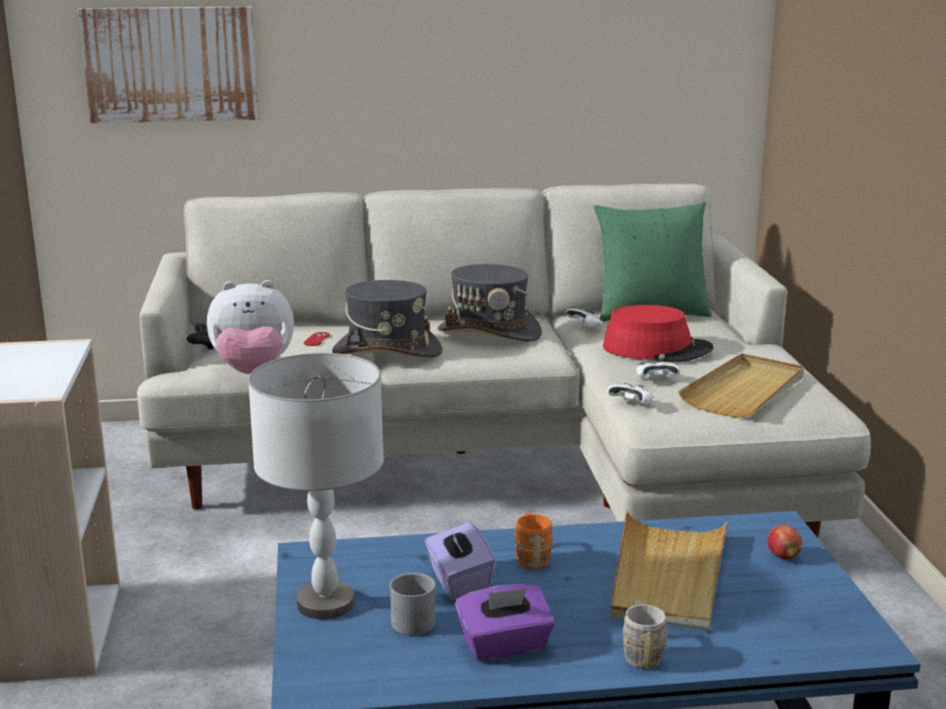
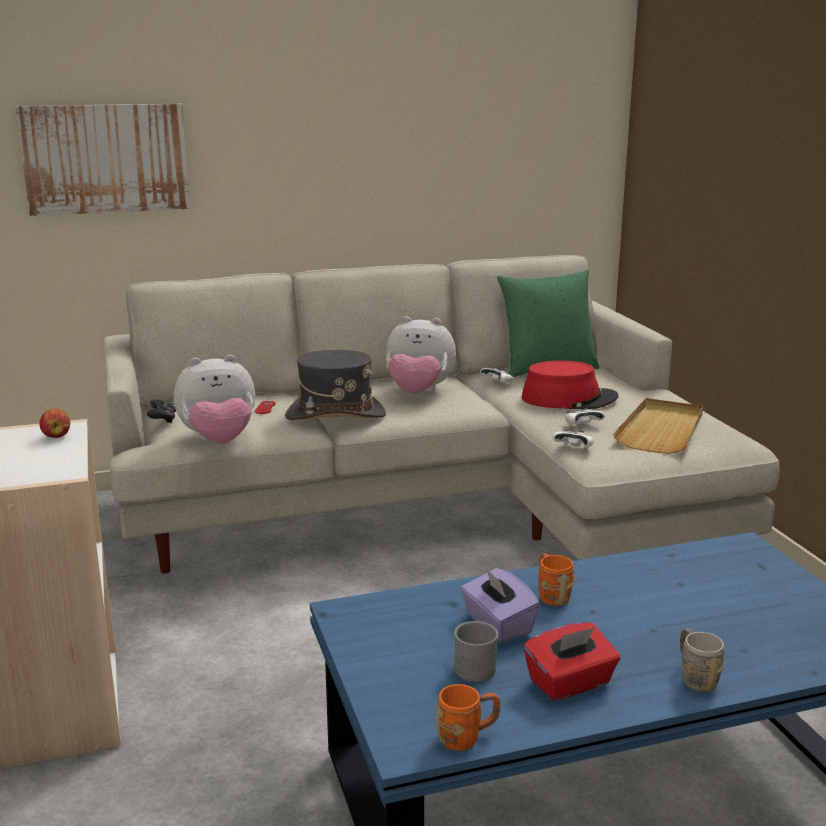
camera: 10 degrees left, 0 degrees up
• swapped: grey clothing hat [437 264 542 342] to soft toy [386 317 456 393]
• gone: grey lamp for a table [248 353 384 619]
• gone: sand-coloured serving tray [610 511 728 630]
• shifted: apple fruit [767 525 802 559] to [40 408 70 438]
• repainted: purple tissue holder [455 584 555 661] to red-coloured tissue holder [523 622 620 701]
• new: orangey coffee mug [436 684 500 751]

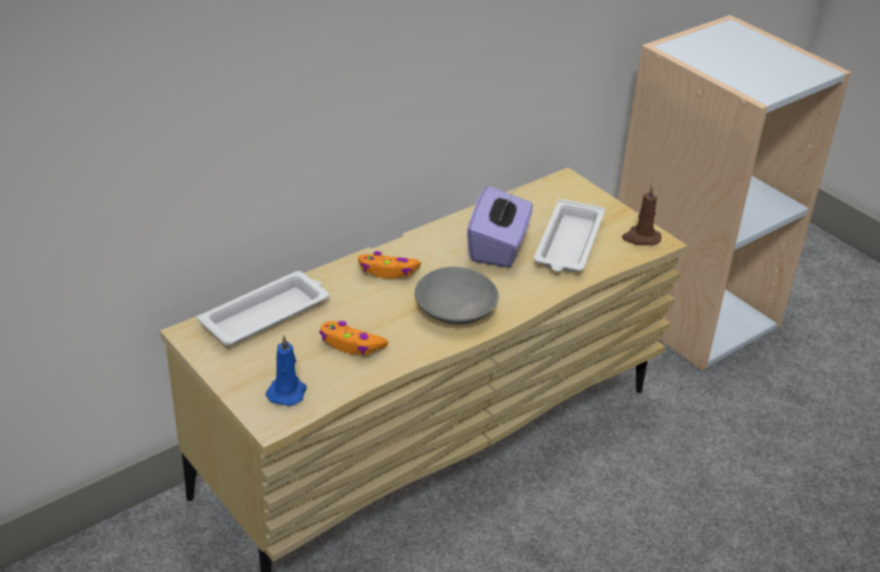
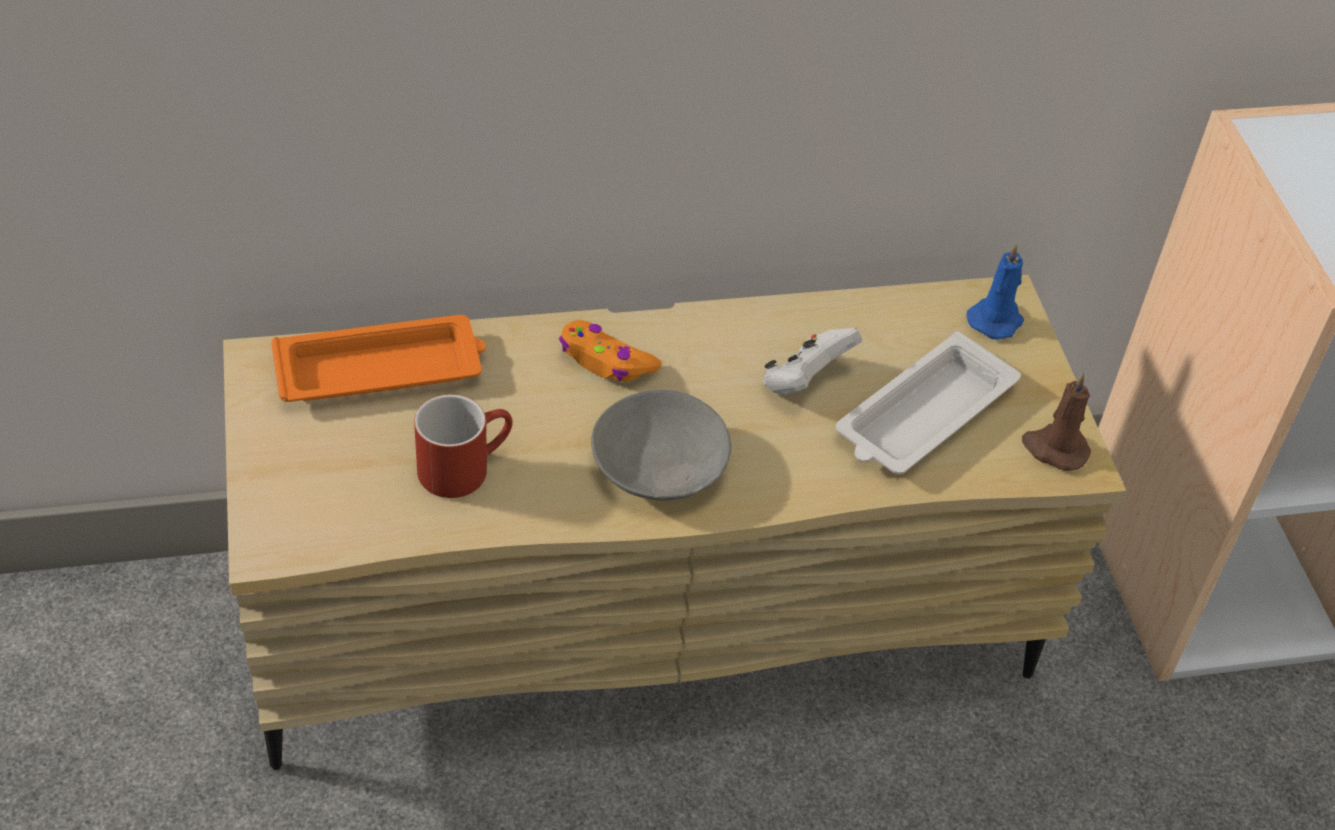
camera: 25 degrees right, 10 degrees up
• swapped: purple tissue holder [467 186 533 268] to white-coloured joypad [763 328 862 395]
• repainted: white-coloured serving tray [197 271 329 345] to orangey serving tray [271 315 486 402]
• swapped: orangey joypad [319 321 388 355] to red-coloured coffee mug [414 394 513 498]
• shifted: blue-coloured wax light [266 335 306 406] to [966 243 1024 340]

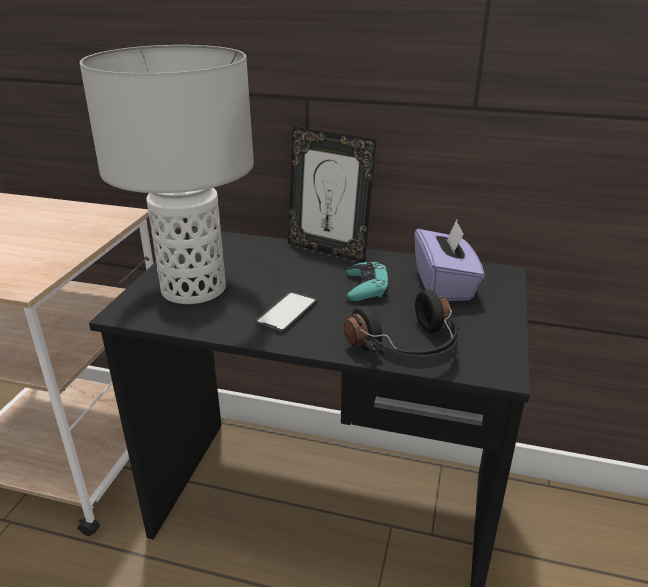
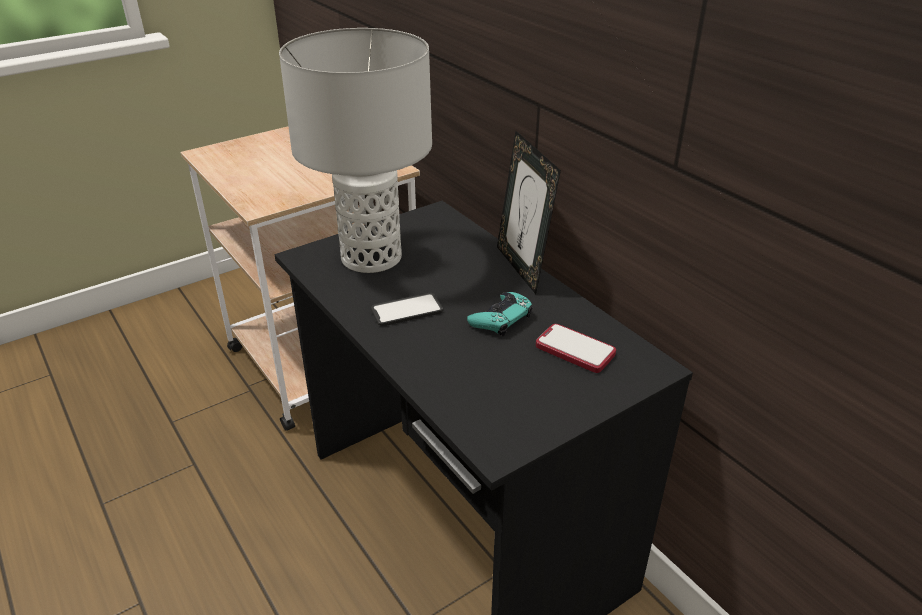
camera: 40 degrees right, 5 degrees up
• swapped: purple tissue holder [415 220 484 301] to phone [536 324 616 373]
• gone: black-coloured headset [344 290 459 369]

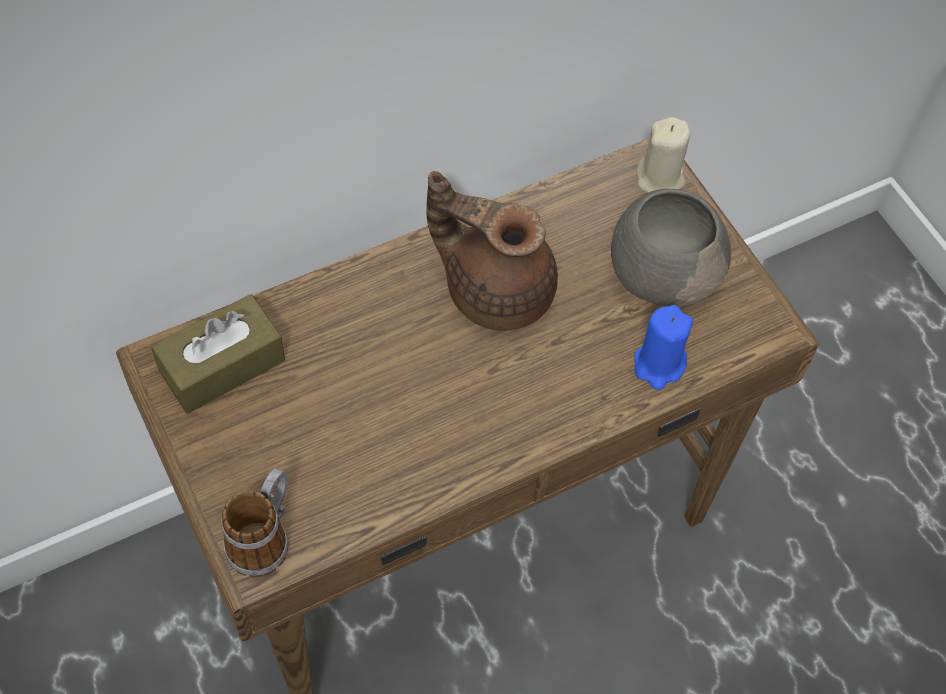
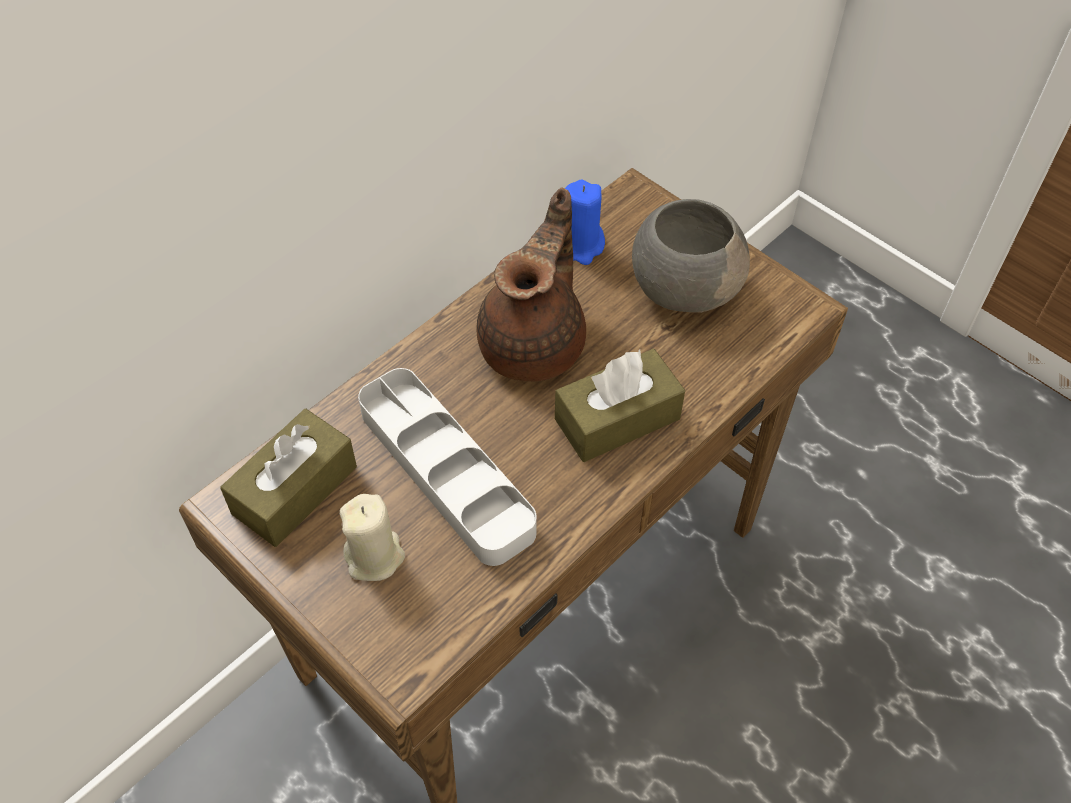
camera: 15 degrees left, 5 degrees down
• shifted: sand-coloured wax light [636 117 690 193] to [340 494 405 581]
• rotated: brownish pot for tea [426 171 558 331] = [477 188 586 382] 105 degrees clockwise
• shifted: blue-coloured wax light [634 305 693 390] to [565 179 605 265]
• gone: coffee mug [221 468 288 578]
• new: brownish tissue holder [555 349 685 462]
• new: grey serving tray [358 368 537 566]

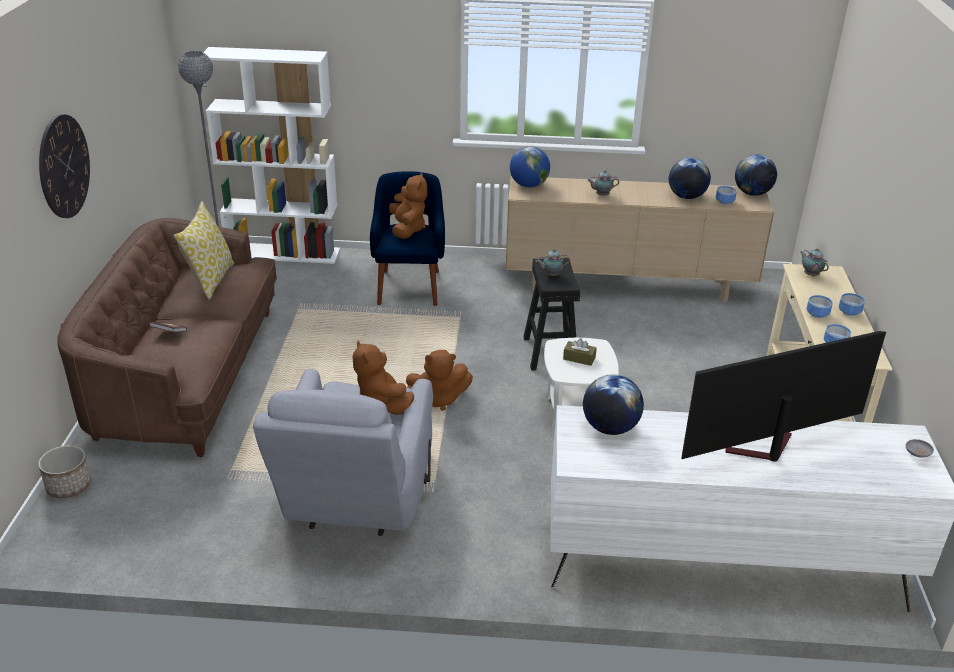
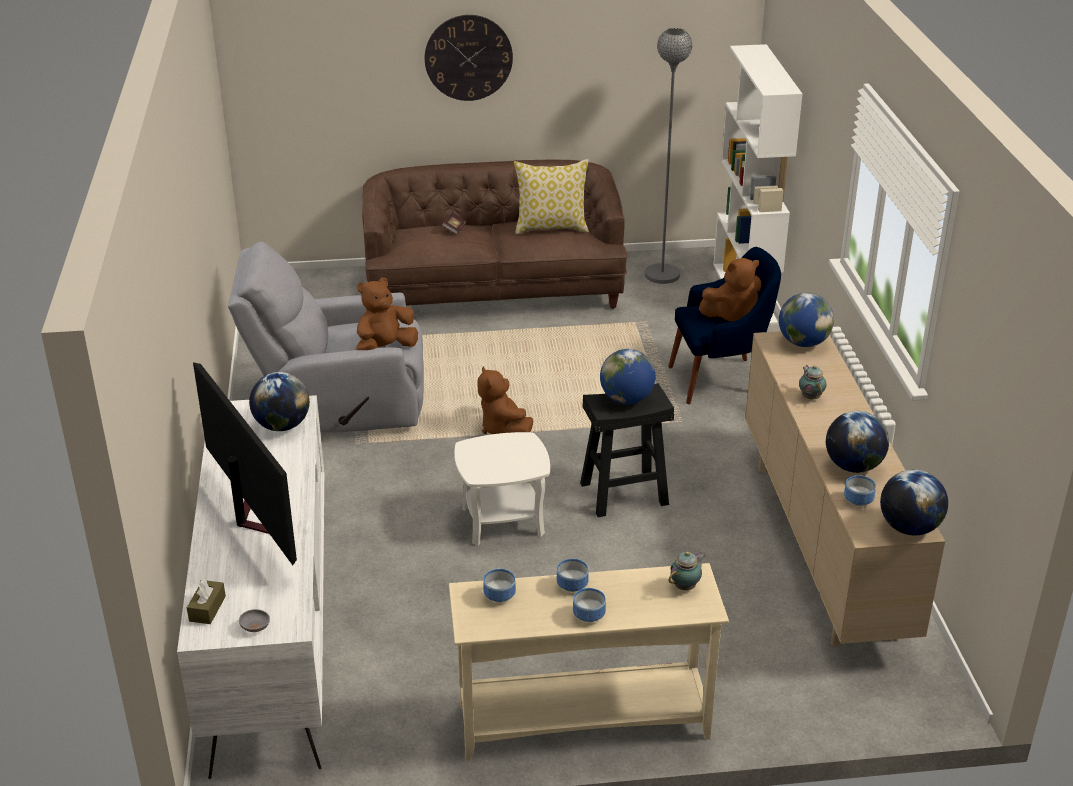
camera: 80 degrees right, 0 degrees up
• swapped: pot for tea [536 249 570 276] to world globe [600 349 655 404]
• shifted: brownish tissue holder [563 338 597 366] to [187 579 226 624]
• gone: plant pot [38 445 91 498]

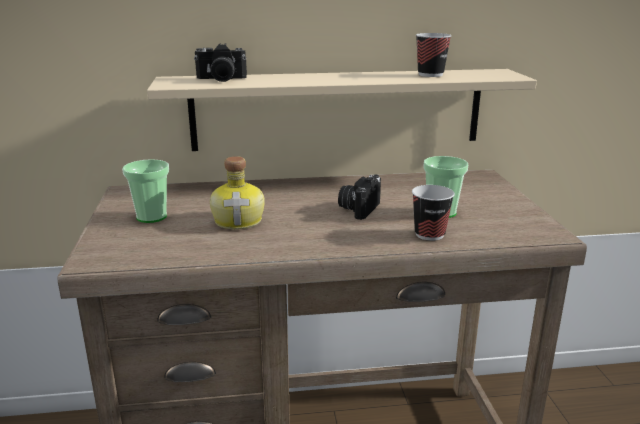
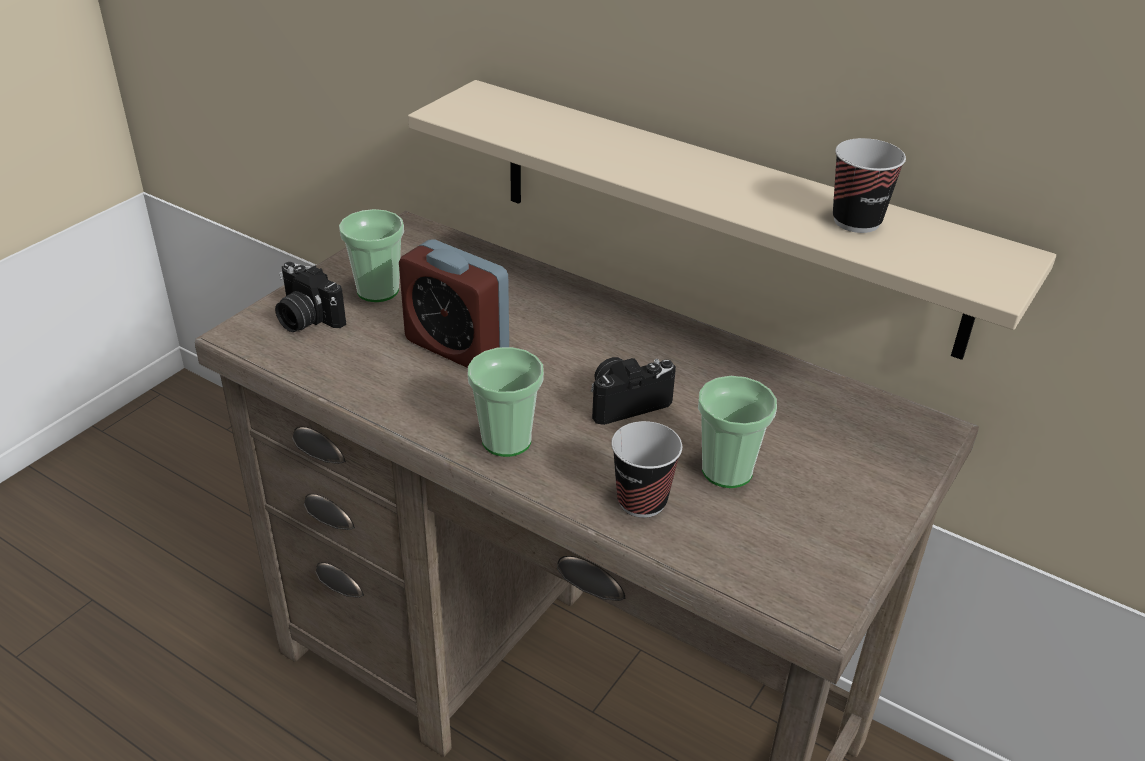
camera: 40 degrees right, 15 degrees up
• shifted: photo camera [194 43 247 82] to [275 262 346 332]
• swapped: beverage bottle [210 156 265 229] to table clock [399 239 509 368]
• new: small cup [468 347 544 457]

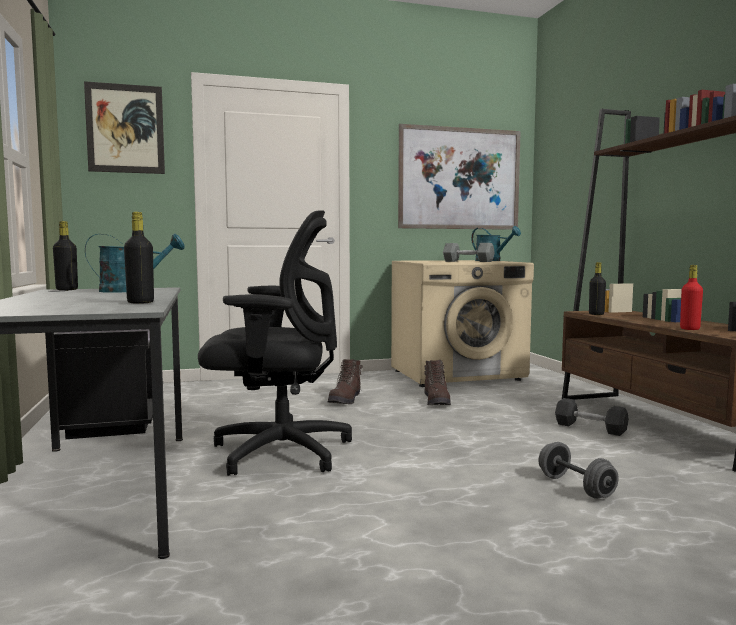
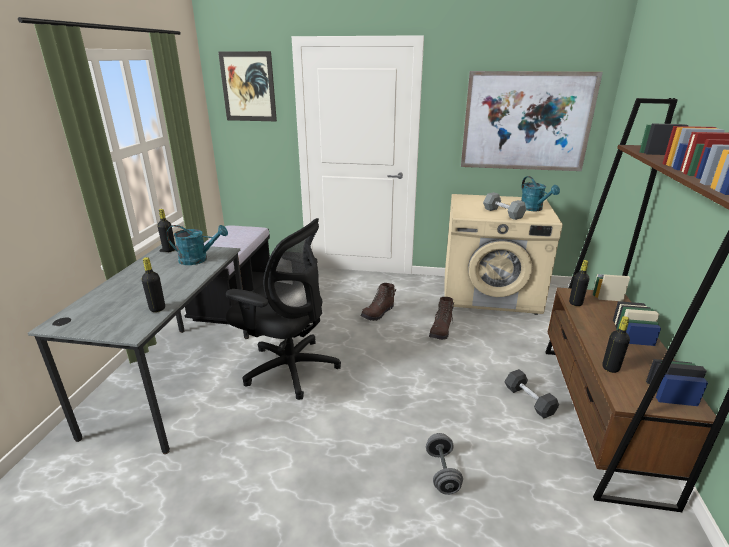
camera: 25 degrees right, 20 degrees up
• repainted: red-coloured beverage bottle [680 265 703 330] to black-coloured beverage bottle [602 316 630 373]

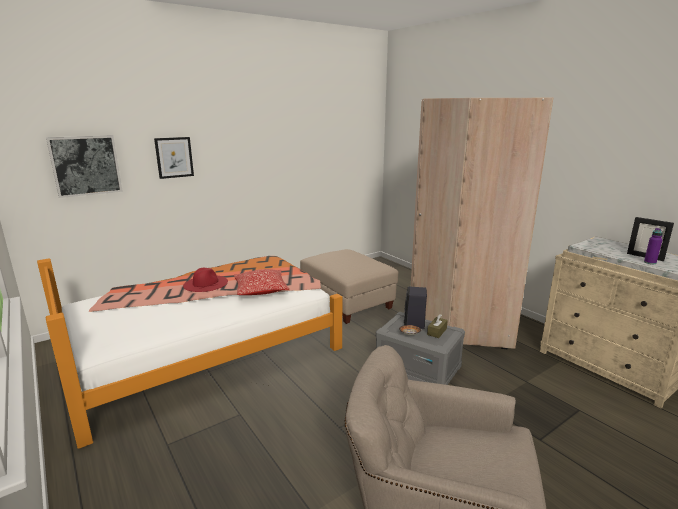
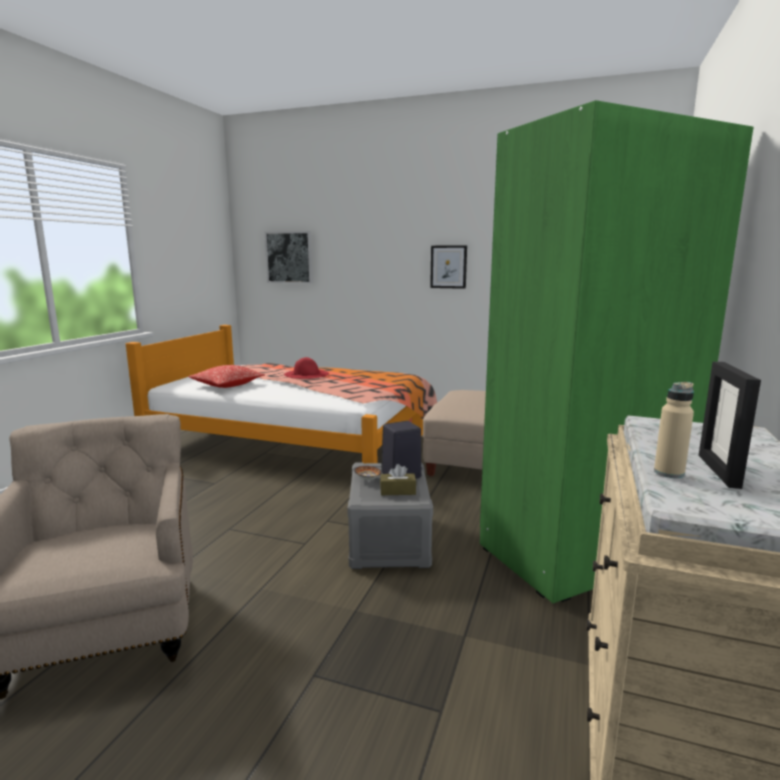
camera: 55 degrees right, 5 degrees down
• repainted: sand-coloured clothes cupboard [411 98 553 349] to green-coloured clothes cupboard [480 100 754 603]
• shifted: wall art [154 137 194 179] to [430 245 467 289]
• repainted: purple beverage bottle [644 228 663 264] to sand-coloured beverage bottle [654 382 694 478]
• shifted: cushion [234 269 289 295] to [188 365 265 388]

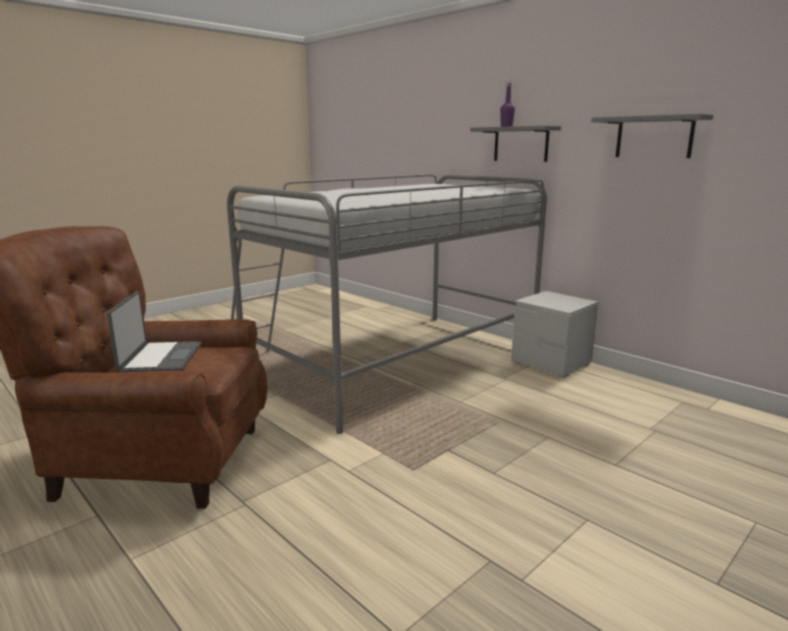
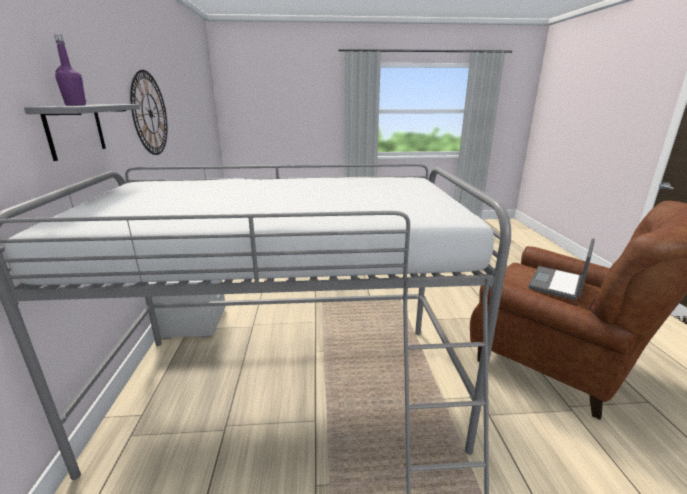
camera: 140 degrees left, 5 degrees up
• swapped: grey shelf [591 113 713 158] to hanging clock [130 70 168 155]

